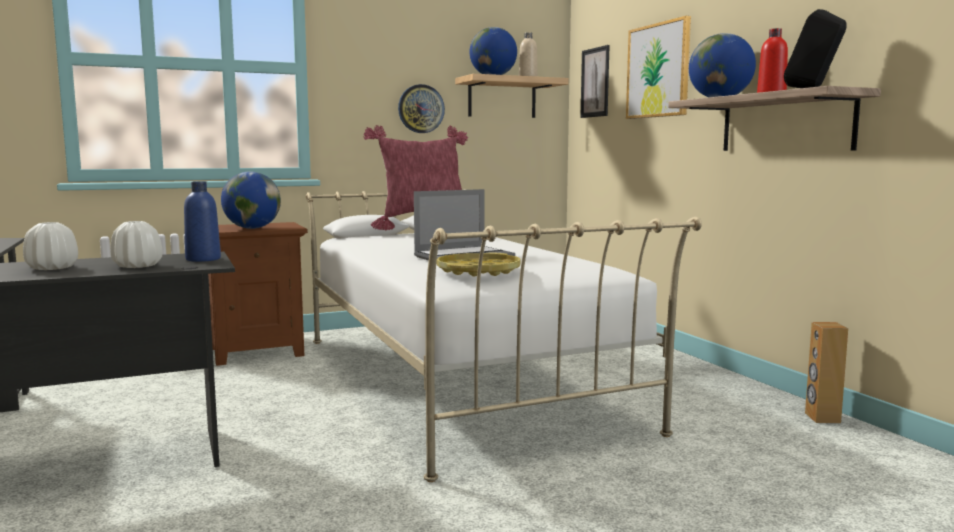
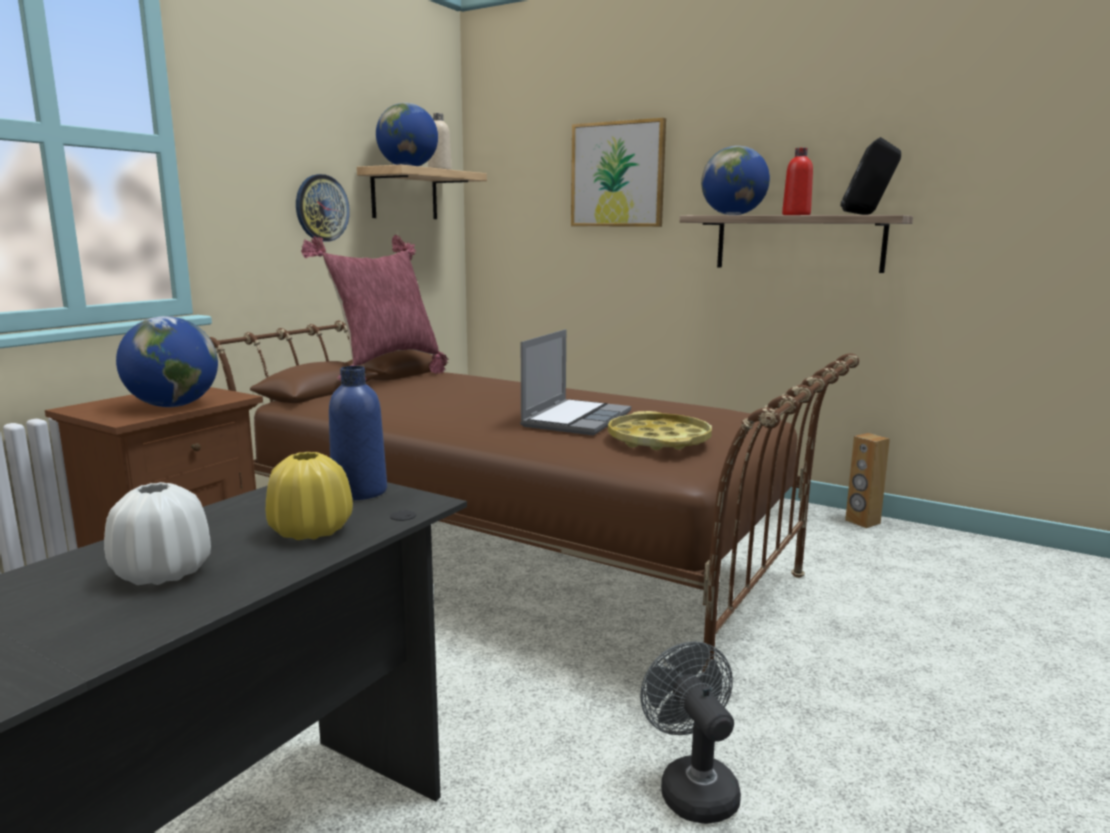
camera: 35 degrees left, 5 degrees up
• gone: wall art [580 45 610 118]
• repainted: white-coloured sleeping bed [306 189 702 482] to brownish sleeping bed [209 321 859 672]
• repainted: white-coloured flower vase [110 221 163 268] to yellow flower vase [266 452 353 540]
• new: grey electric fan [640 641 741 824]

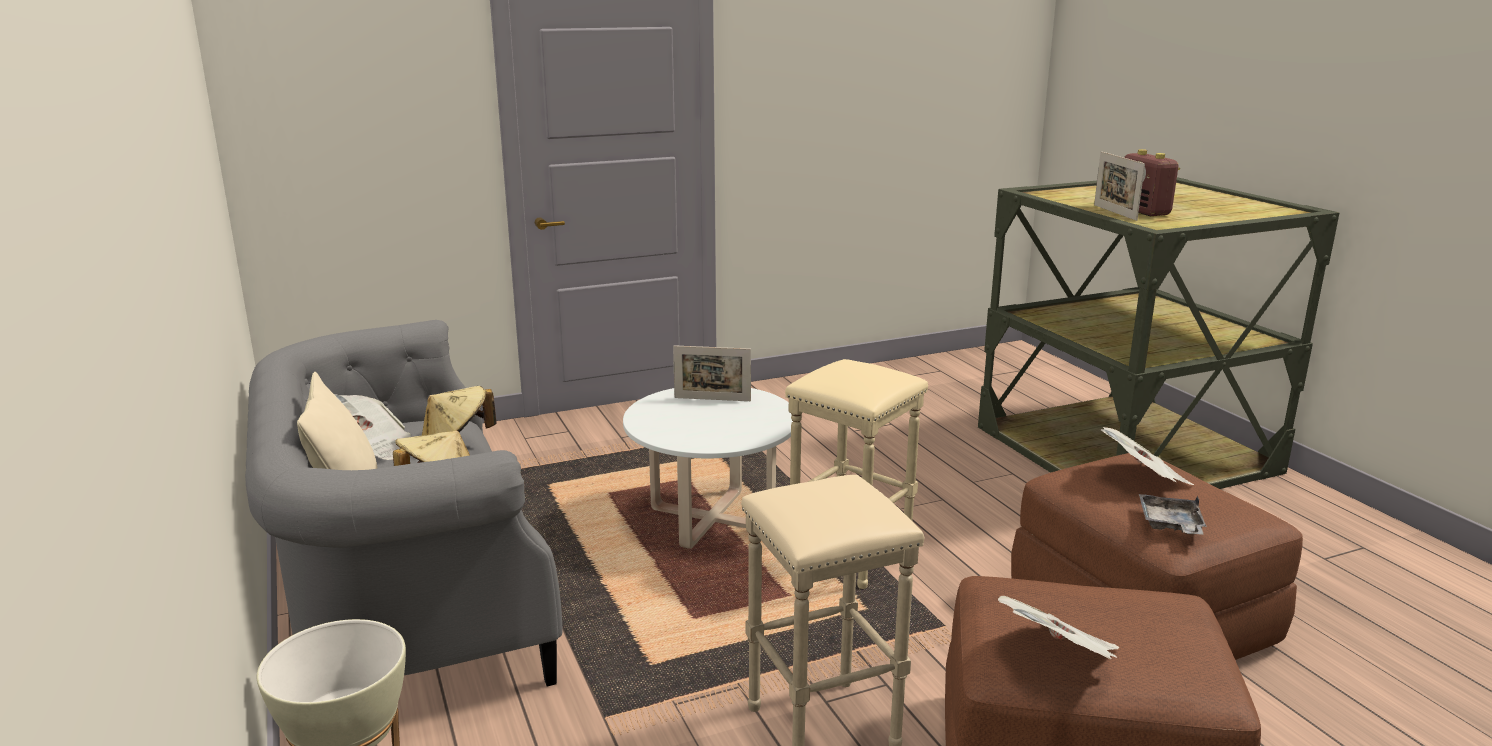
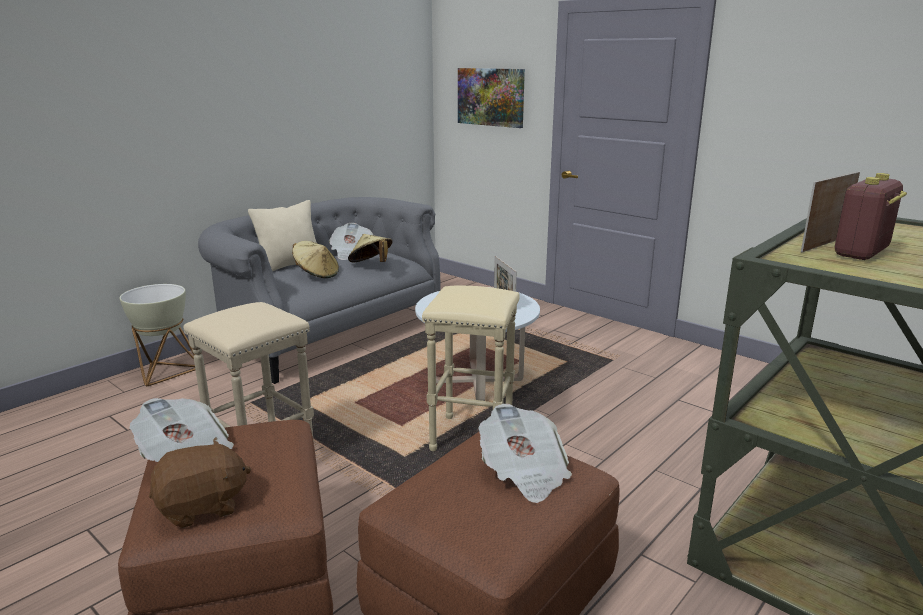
camera: 65 degrees right, 0 degrees up
• gone: grey serving tray [1139 494 1207 534]
• new: wall art [458 68 525 128]
• new: brownish soft toy [149 437 251 528]

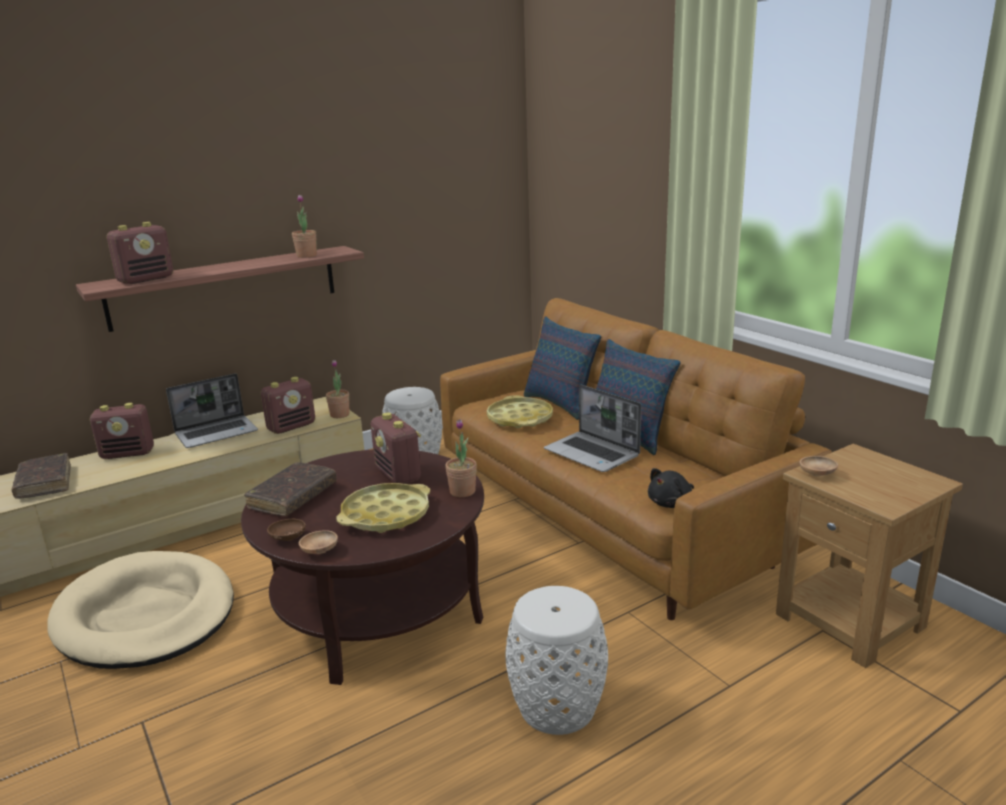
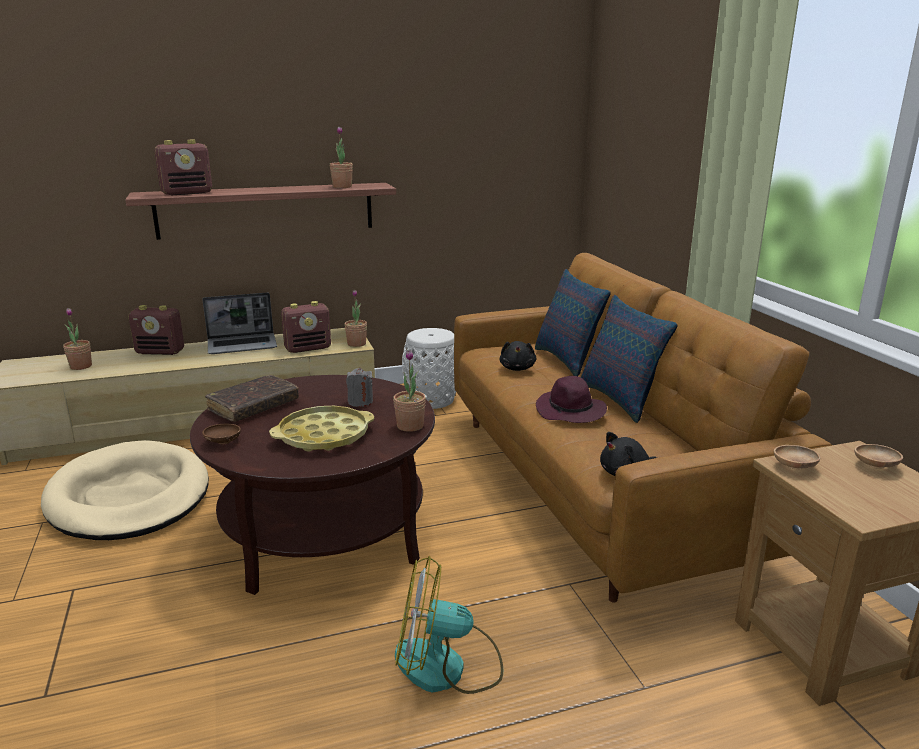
camera: 15 degrees right, 0 degrees up
• swapped: portable computer [544 385 641 472] to purple clothing hat [536 376 607 423]
• swapped: yellow serving tray [487 395 553 428] to black-coloured soft toy [499 341 536 371]
• swapped: radio set [371 412 421 484] to grey wax light [346 367 373 407]
• swapped: brownish volume [11 453 71 499] to potted plant [63 308 92 370]
• shifted: brownish deep dish [299 530 338 554] to [854 444 903 469]
• swapped: white-coloured stool [505 586 608 735] to electric fan [395 556 503 694]

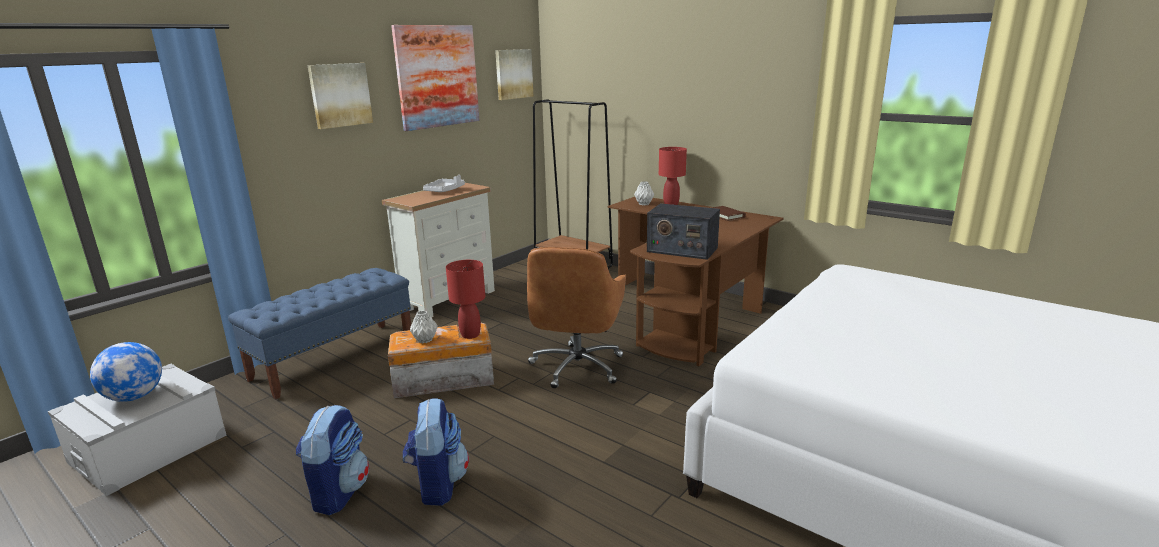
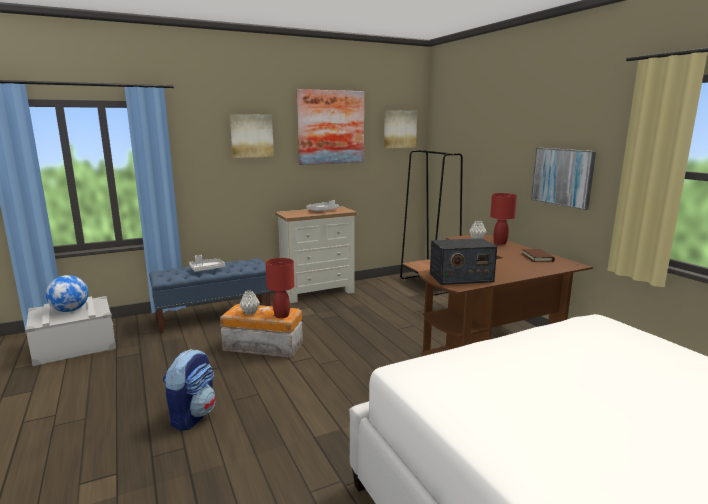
camera: 25 degrees right, 5 degrees down
• rotated: radio set [647 203 720 260] = [430 238 497 285] 60 degrees counterclockwise
• gone: brownish office chair [527 247 626 388]
• gone: knapsack [296 405 369 515]
• new: wall art [531 148 596 210]
• new: grey serving tray [189 255 225 272]

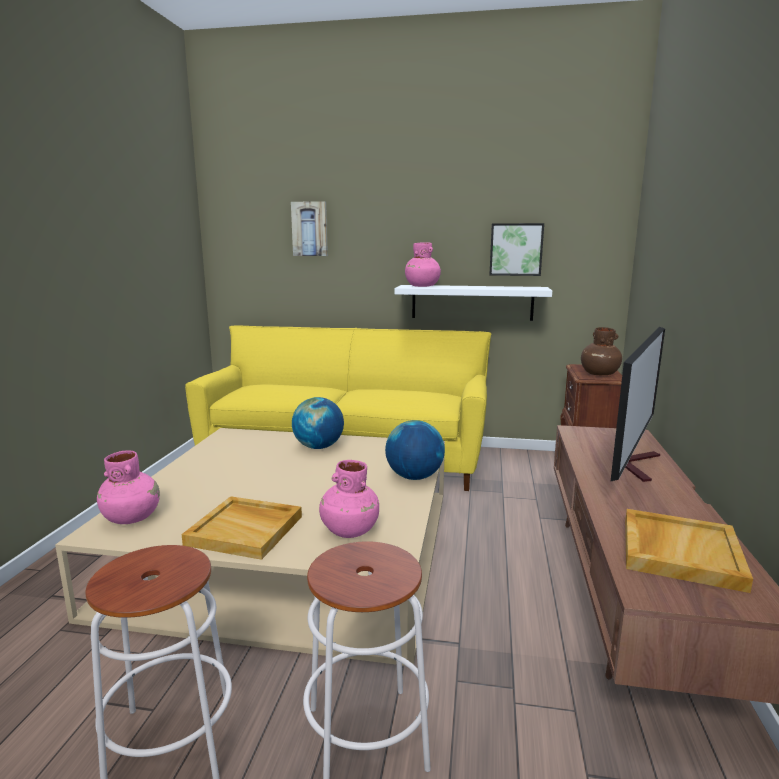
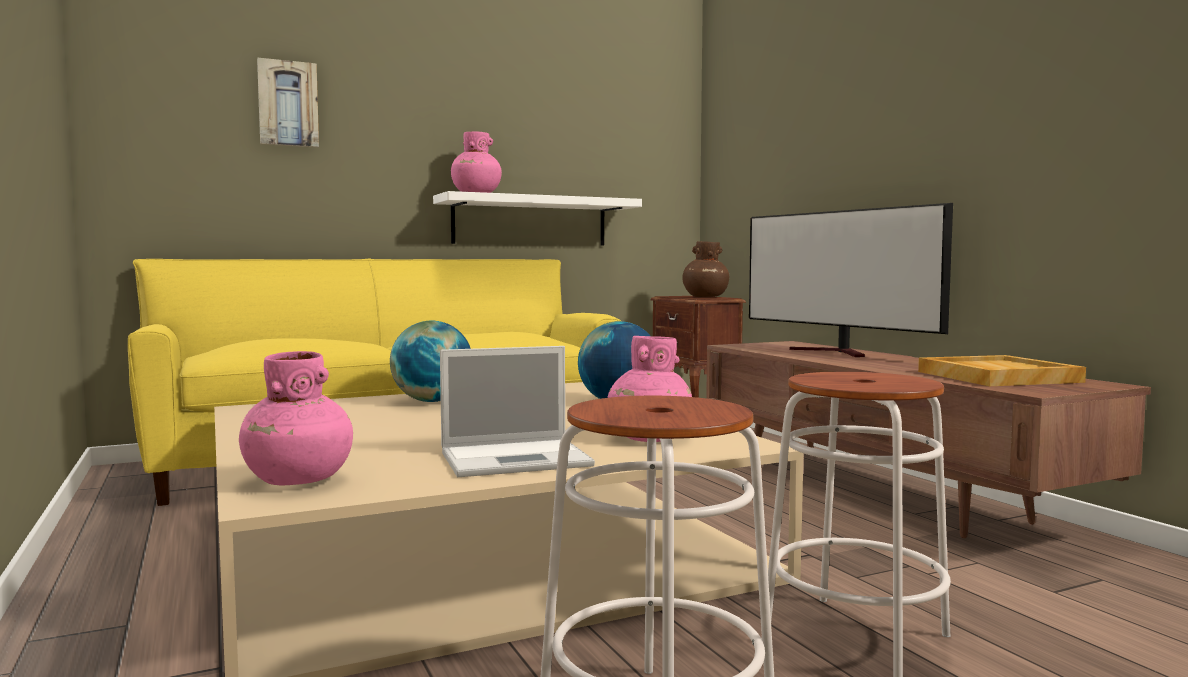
camera: 35 degrees left, 10 degrees down
• gone: wall art [489 223 544 276]
• rotated: TV set [610 327 665 482] = [749 203 953 357] 150 degrees clockwise
• swapped: sand-coloured serving tray [181 496 302 560] to portable computer [440 346 595 477]

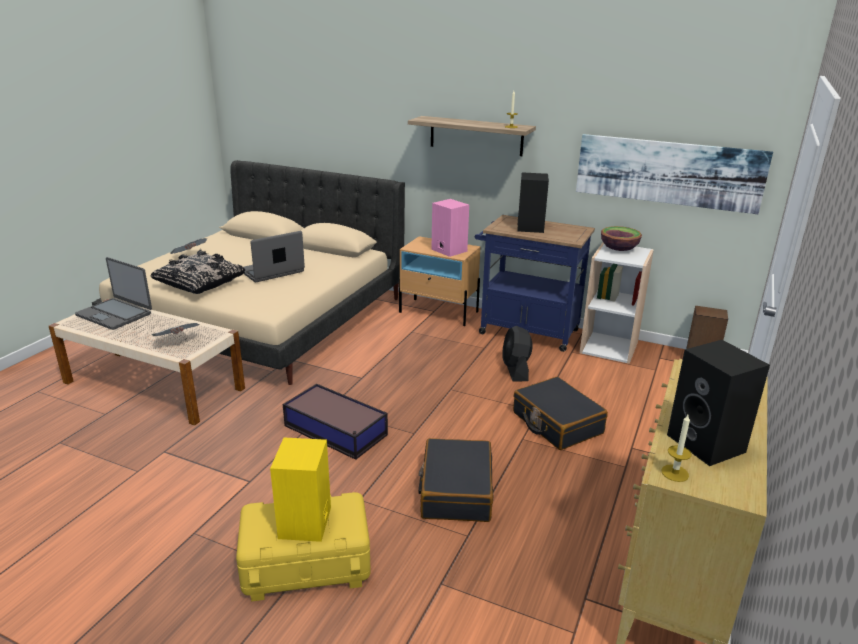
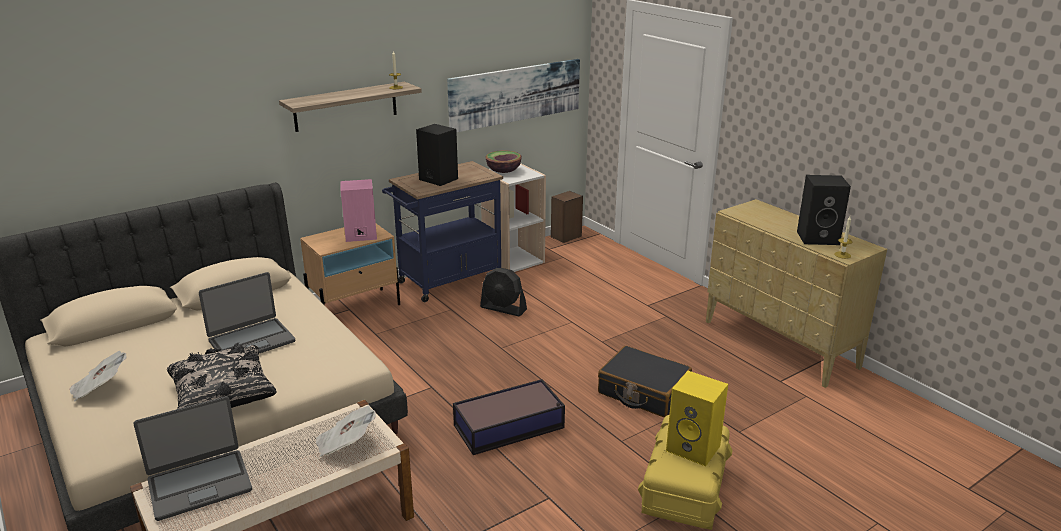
camera: 60 degrees left, 0 degrees up
• rotated: portable computer [244 231 305 283] = [199 272 296 353] 120 degrees counterclockwise
• gone: black-coloured travel case [513 377 608 450]

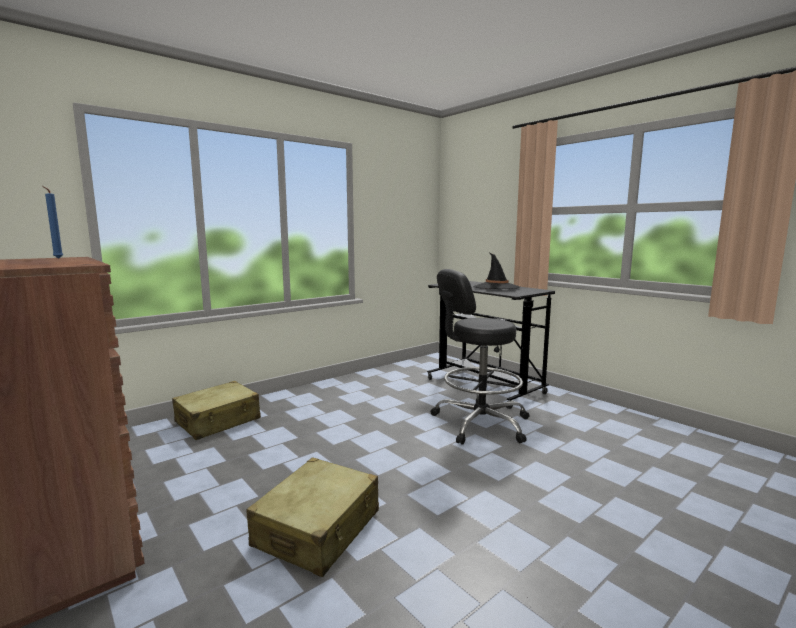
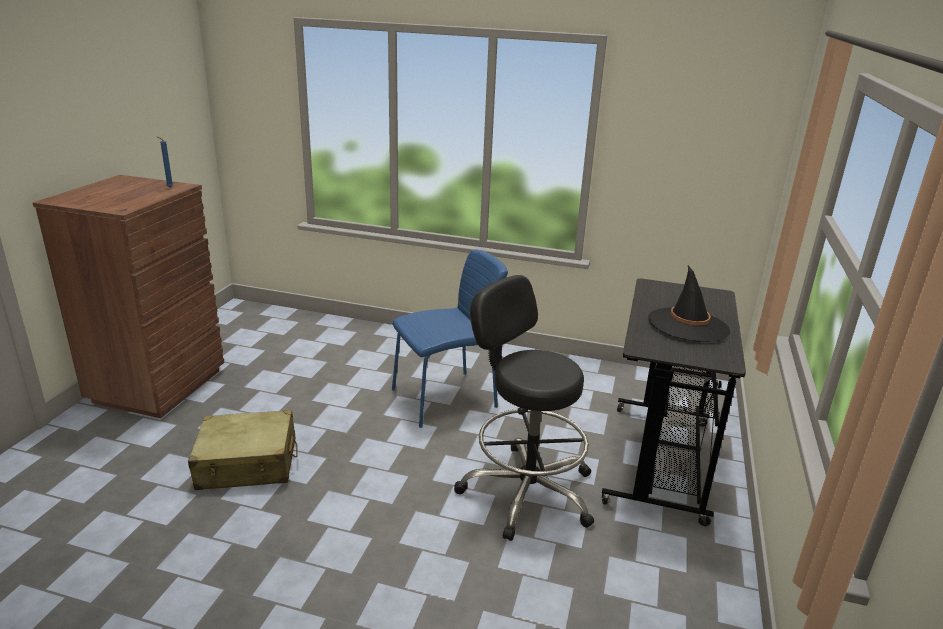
camera: 55 degrees right, 15 degrees up
• gone: sand-coloured travel case [172 381 261 440]
• new: blue-coloured upright chair [392 249 508 428]

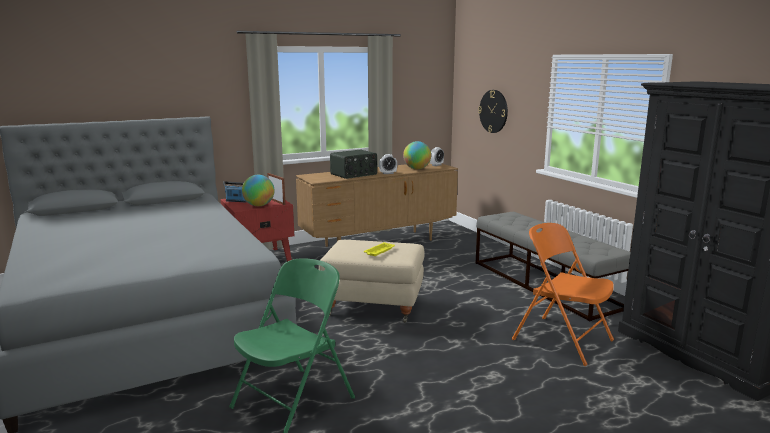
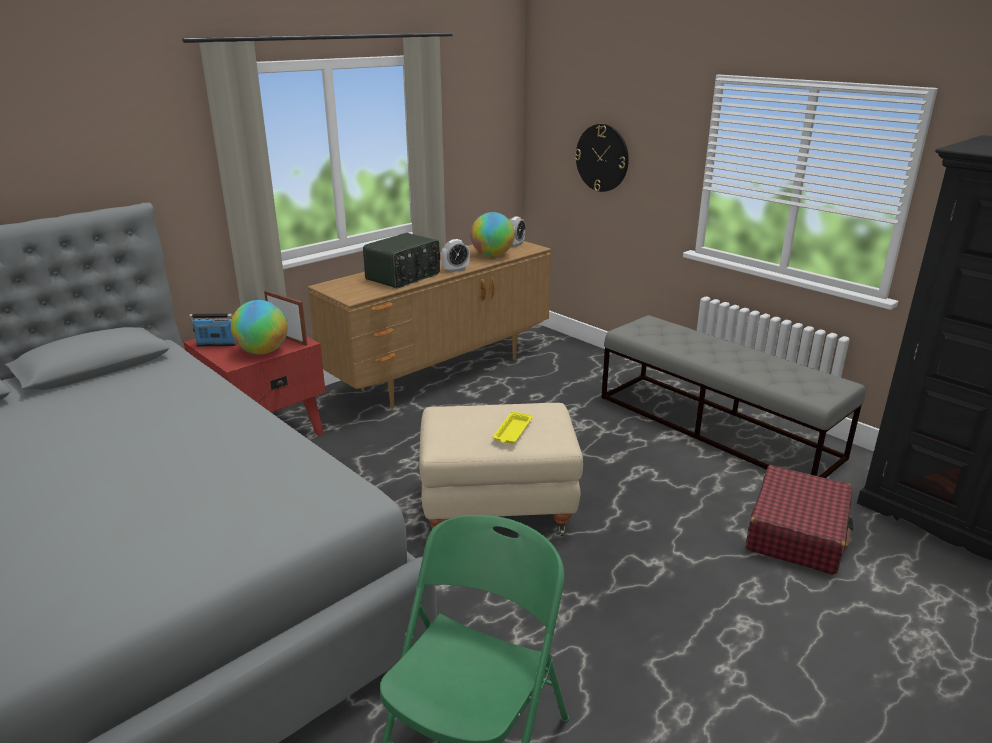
camera: 15 degrees left, 10 degrees up
• swapped: orangey upright chair [512 223 614 366] to red-coloured travel case [746 465 853 575]

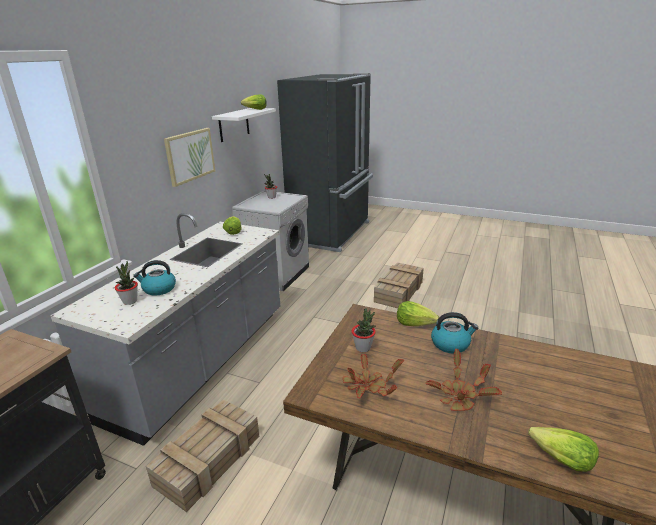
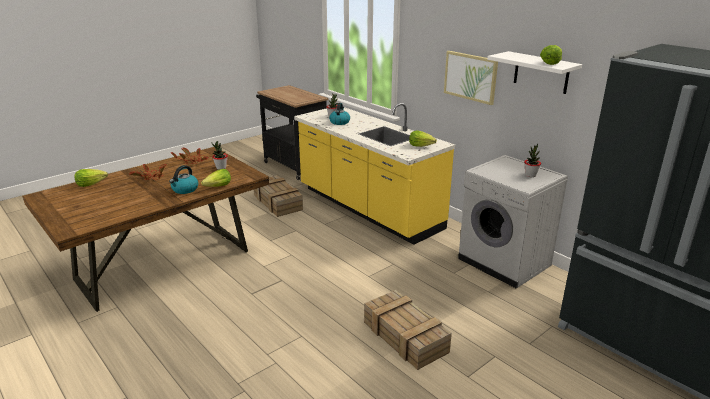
camera: 115 degrees right, 0 degrees up
• repainted: grey counter [50 213 281 446] to yellow counter [294 103 455 245]

